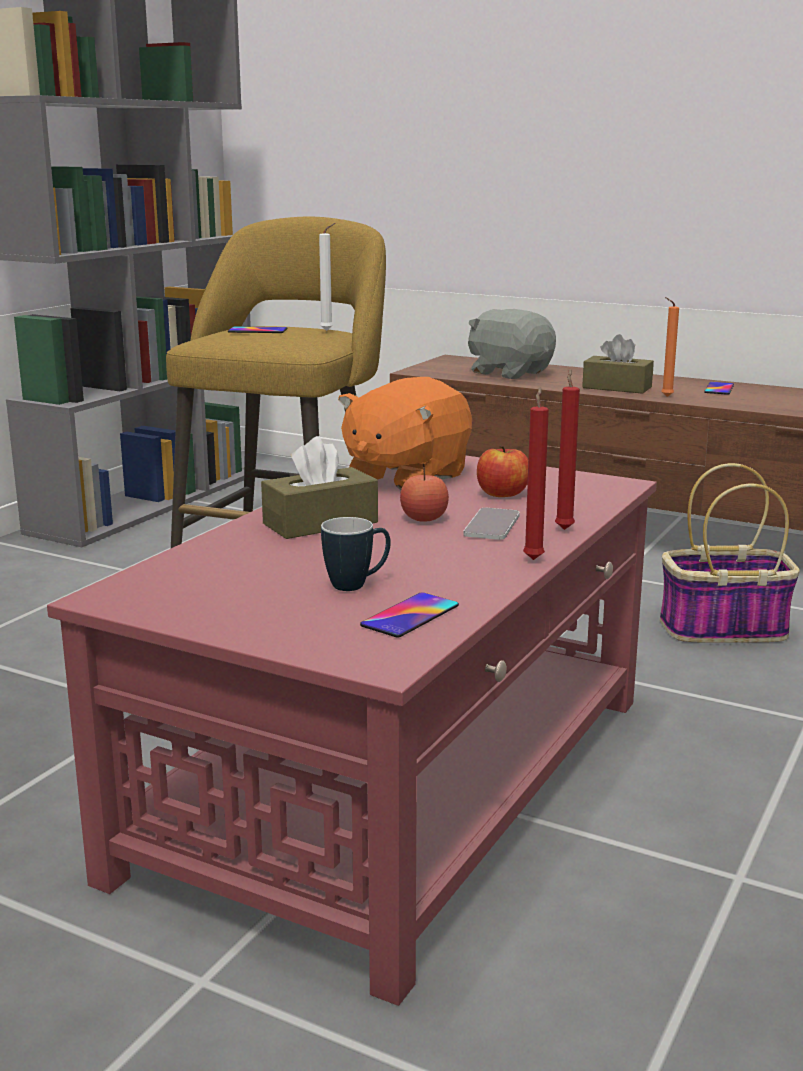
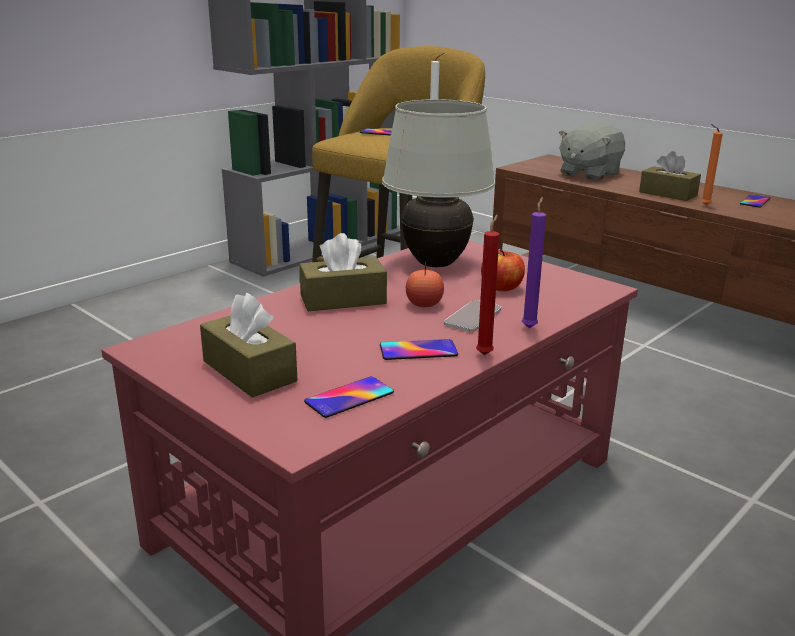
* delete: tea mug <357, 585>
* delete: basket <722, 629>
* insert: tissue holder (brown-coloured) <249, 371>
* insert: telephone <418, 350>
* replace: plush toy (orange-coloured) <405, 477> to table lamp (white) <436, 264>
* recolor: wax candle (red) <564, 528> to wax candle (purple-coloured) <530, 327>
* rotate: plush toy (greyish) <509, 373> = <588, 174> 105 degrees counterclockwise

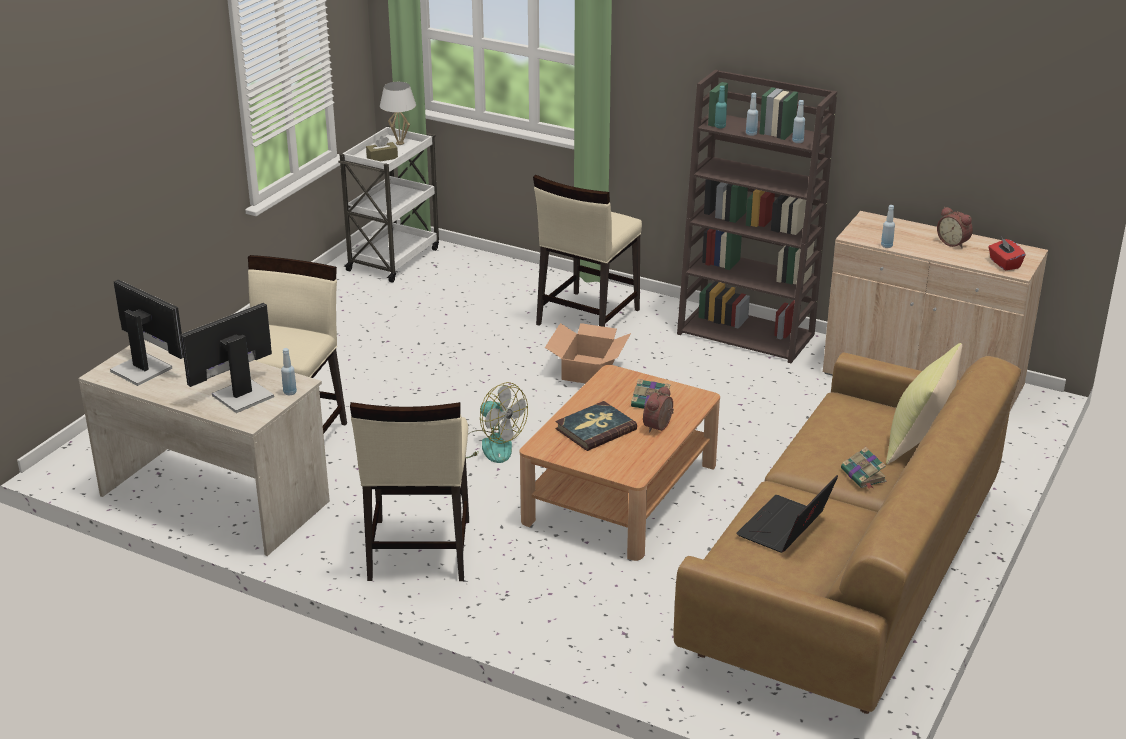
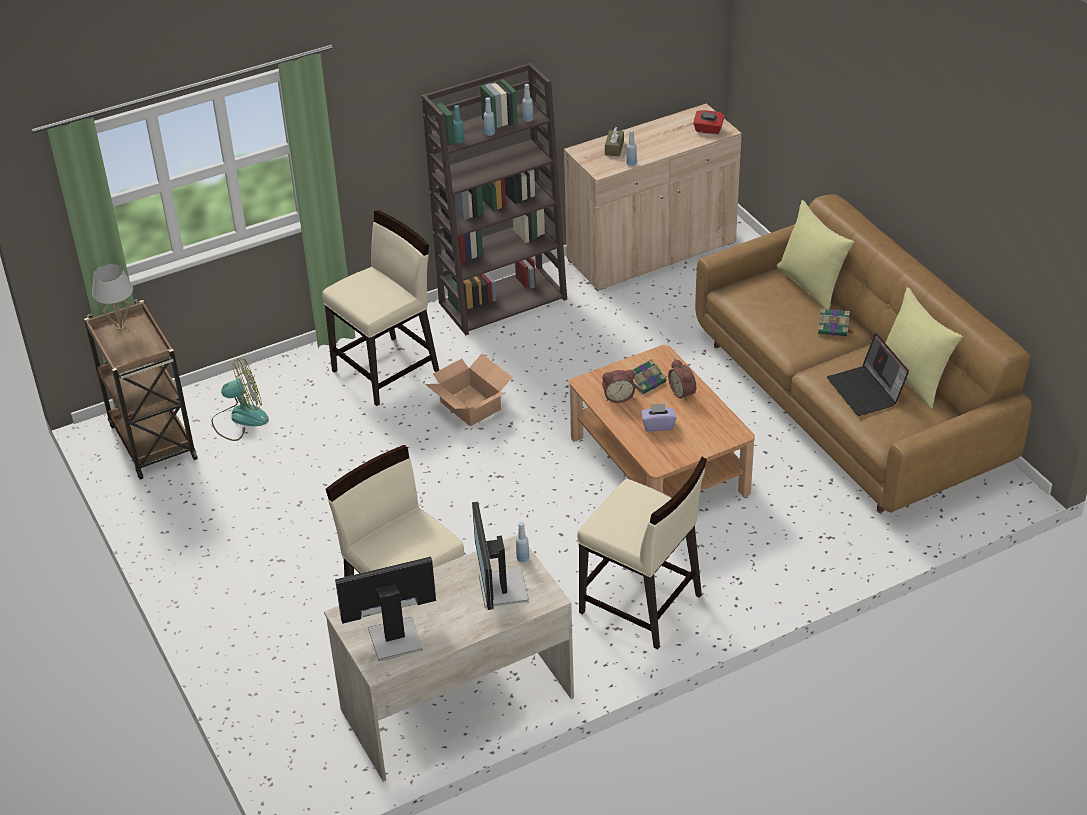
* insert: throw pillow (yellow-coloured) <914, 378>
* move: tissue holder (brown-coloured) <382, 158> to <614, 148>
* move: electric fan <489, 446> to <240, 419>
* move: alarm clock <953, 243> to <618, 397>
* replace: volume <595, 429> to tissue holder (purple-coloured) <658, 425>
* recolor: wheeled cart (white) <394, 258> to wheeled cart (brown-coloured) <152, 440>
* rotate: upright chair (sand-coloured) <586, 317> = <387, 370> 105 degrees counterclockwise

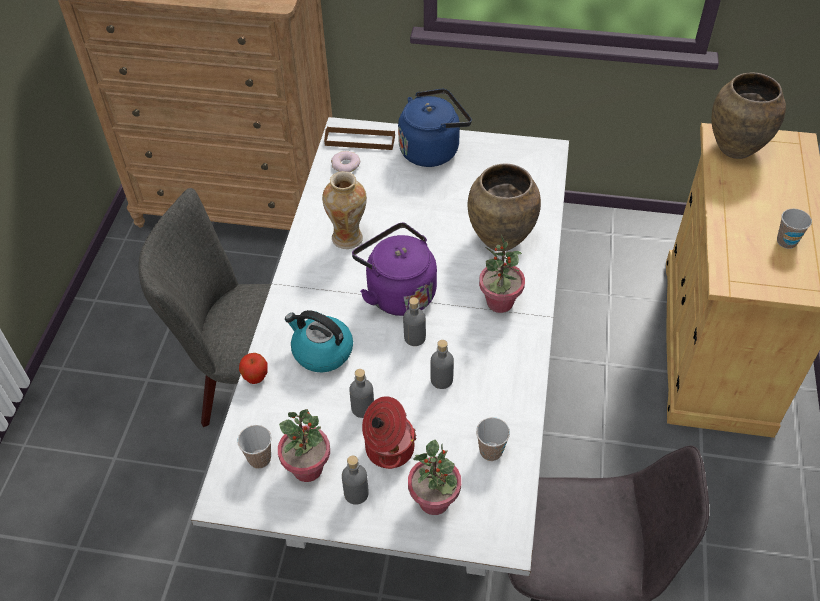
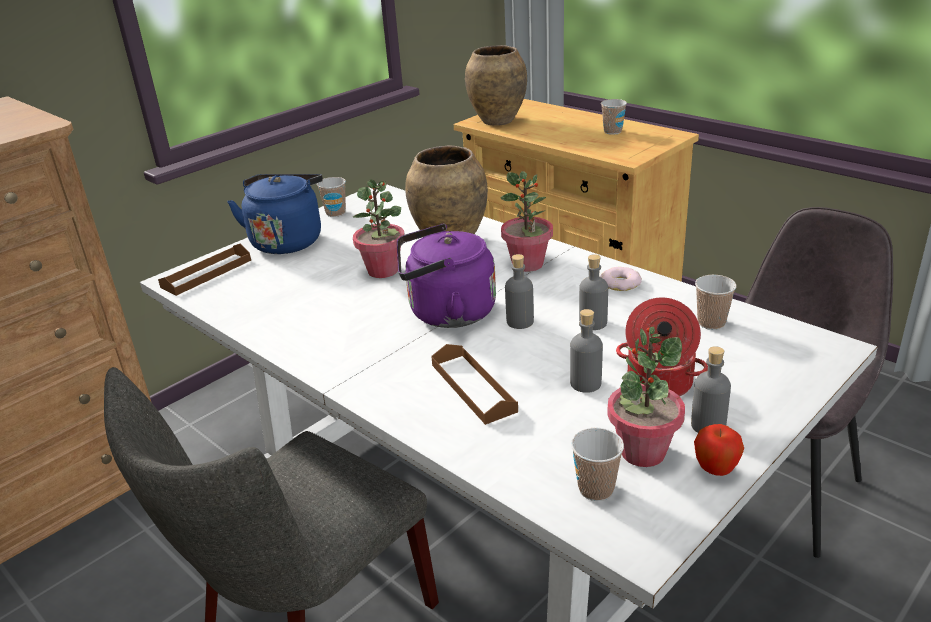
* delete: vase <348, 238>
* insert: small cup <335, 213>
* move: apple fruit <256, 378> to <715, 470>
* move: doughnut <346, 164> to <620, 283>
* move: houseplant <434, 501> to <383, 270>
* replace: tea kettle <321, 352> to tray (brown-coloured) <473, 387>

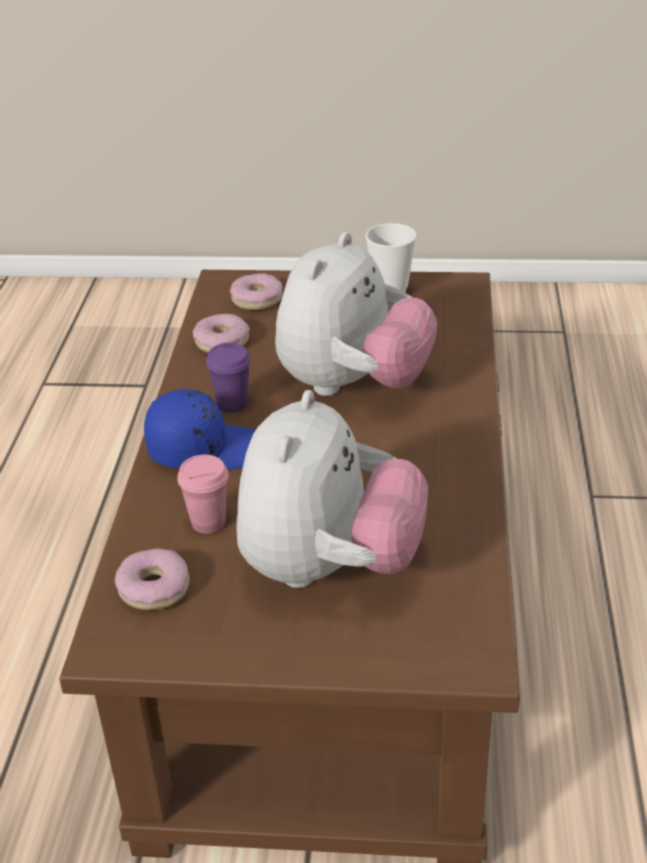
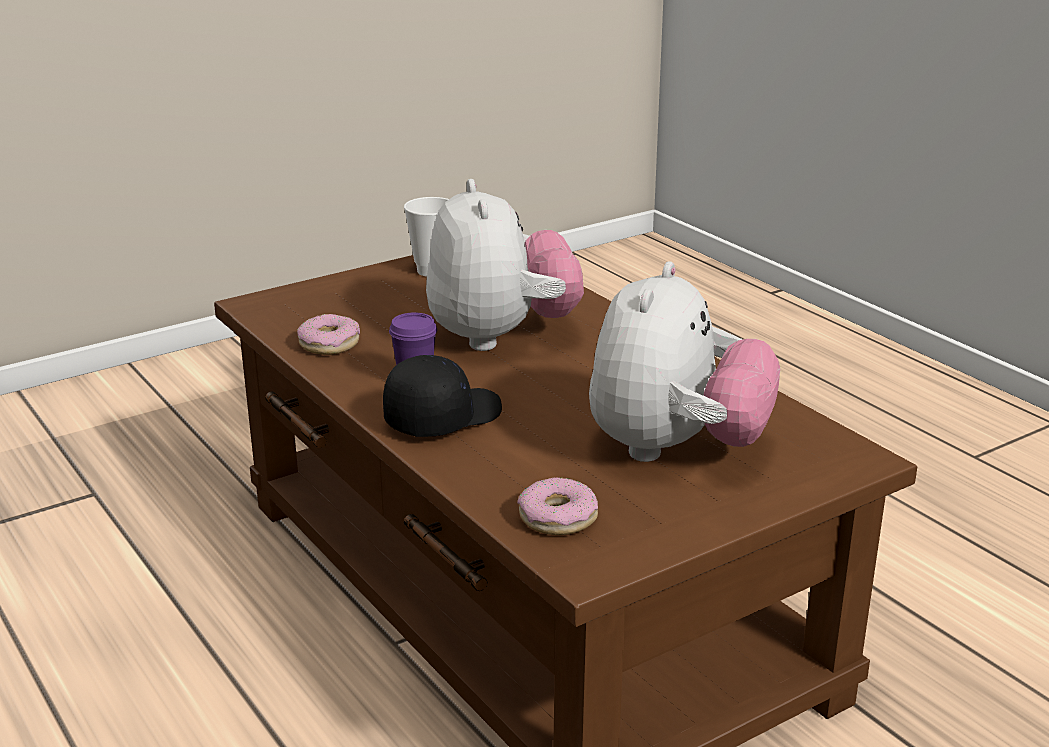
* delete: small cup (pink-coloured) <208, 522>
* delete: doughnut <256, 299>
* recolor: peaked cap (blue-coloured) <204, 448> to peaked cap (blackish) <442, 417>
* rotate: plush toy <329, 568> = <675, 449> 45 degrees clockwise

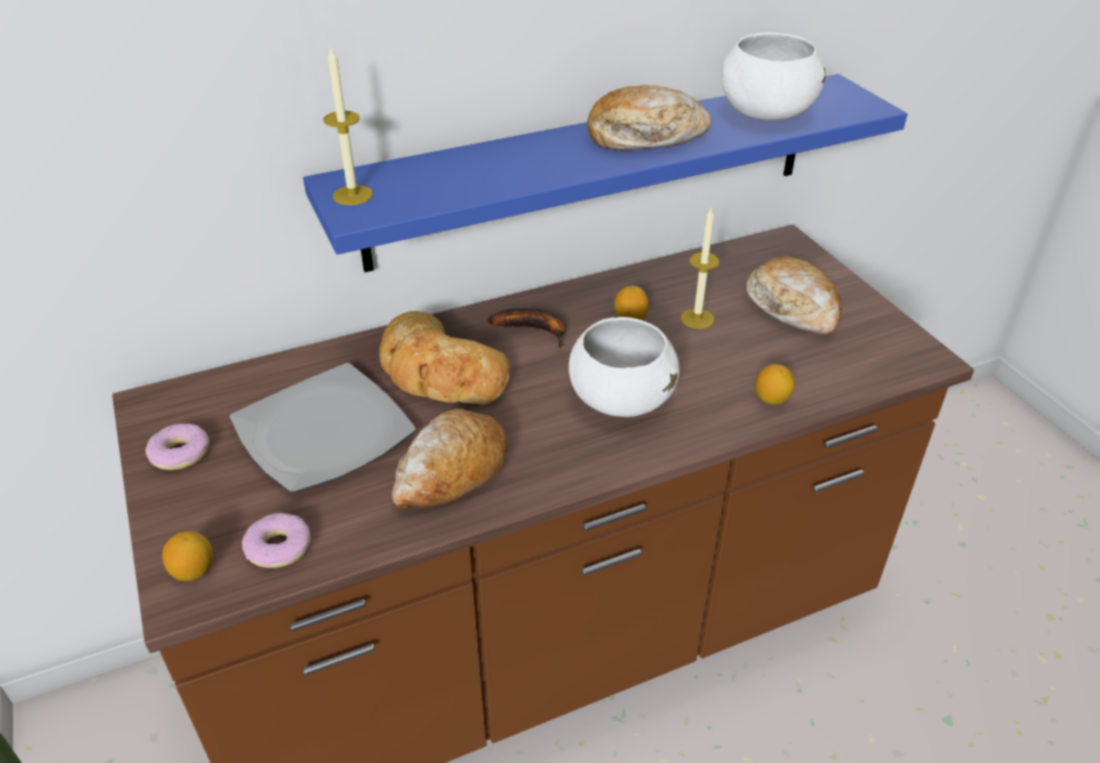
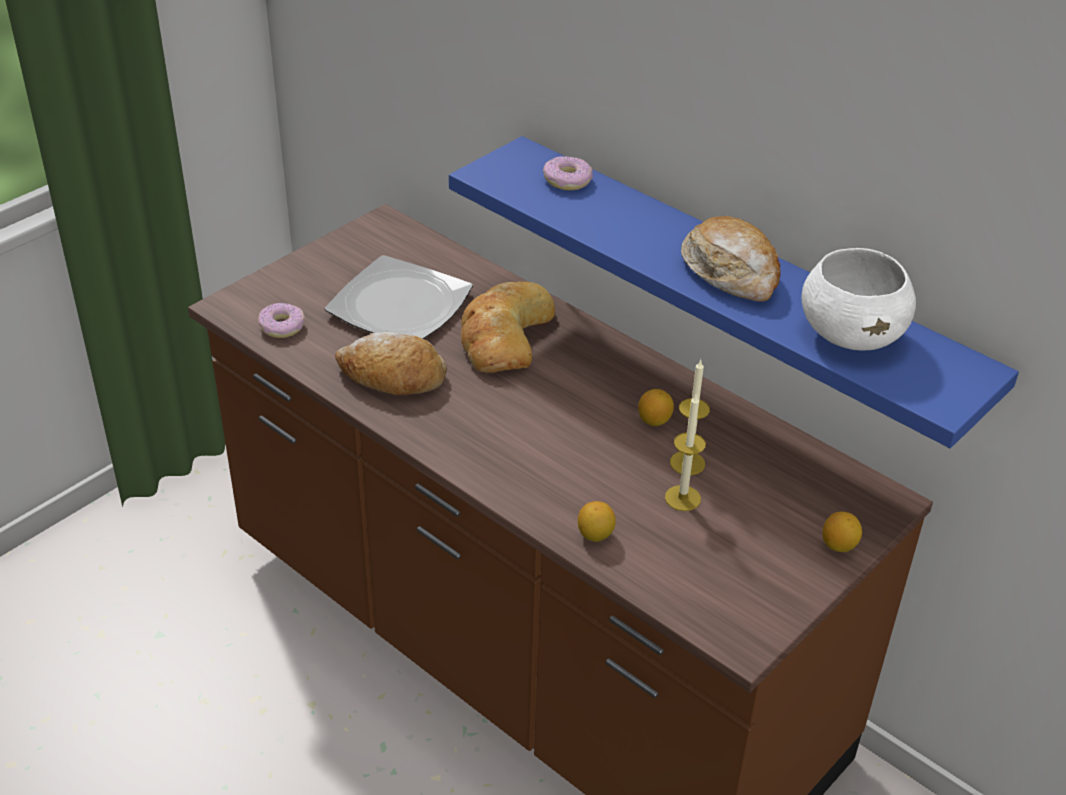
* delete: banana fruit <535, 329>
* delete: deep dish (white) <621, 400>
* delete: bread <793, 308>
* move: doughnut <180, 453> to <567, 180>
* move: lemon <193, 571> to <839, 545>
* move: wax candle <353, 195> to <682, 498>

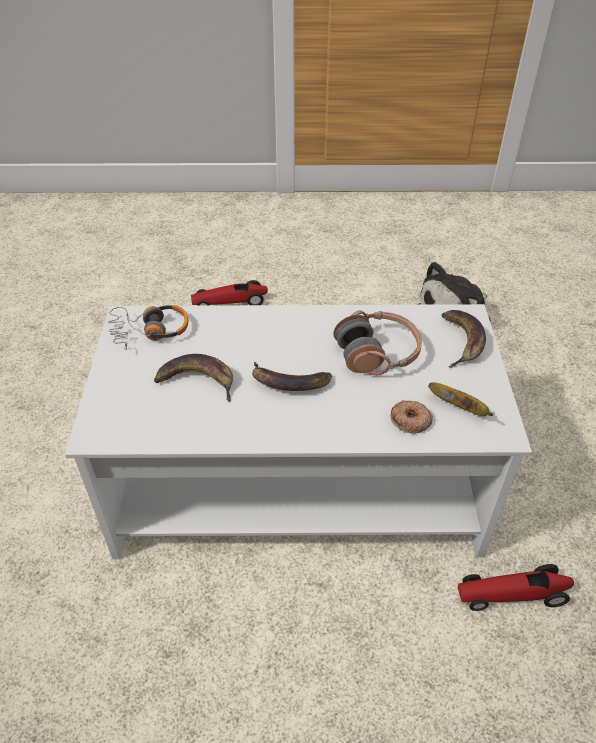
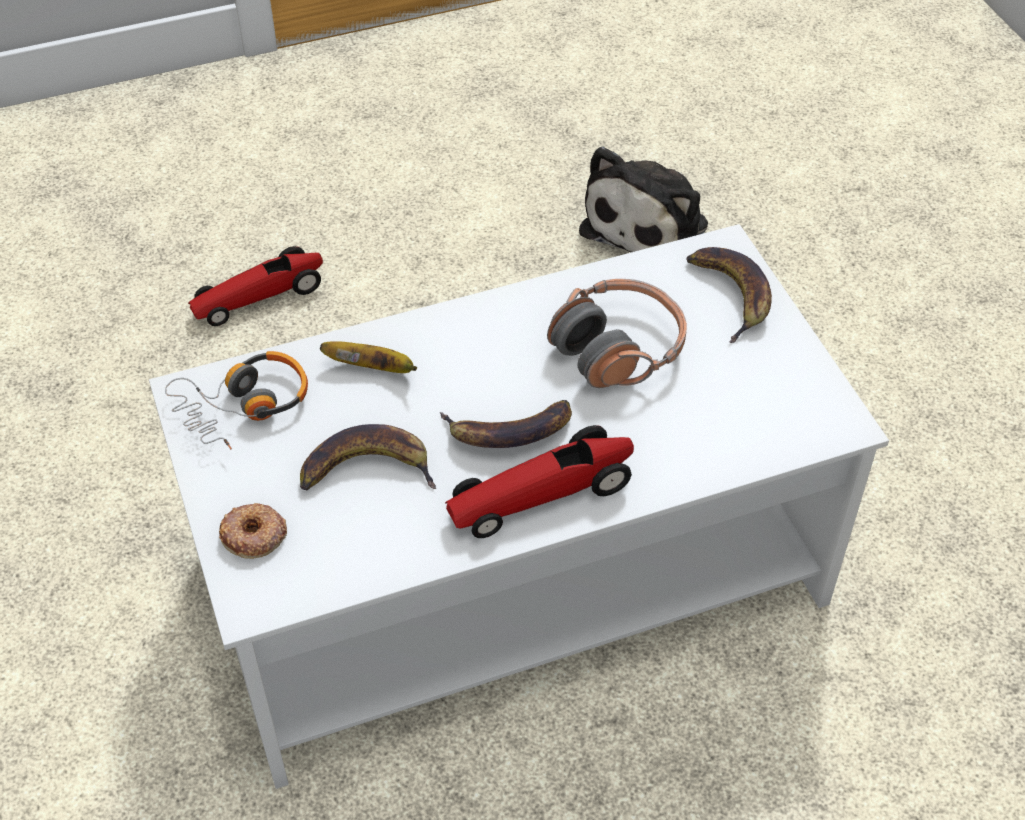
* move: doughnut <410, 420> to <253, 535>
* move: banana fruit <459, 408> to <373, 368>
* move: miniature car <512, 594> to <542, 494>

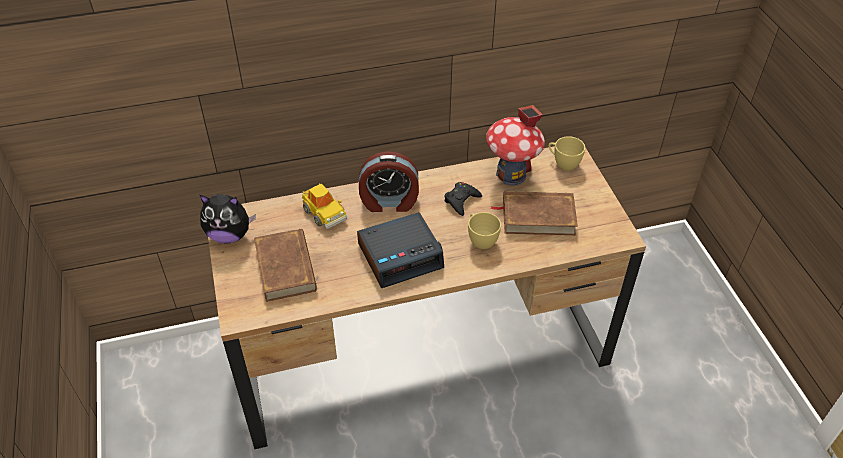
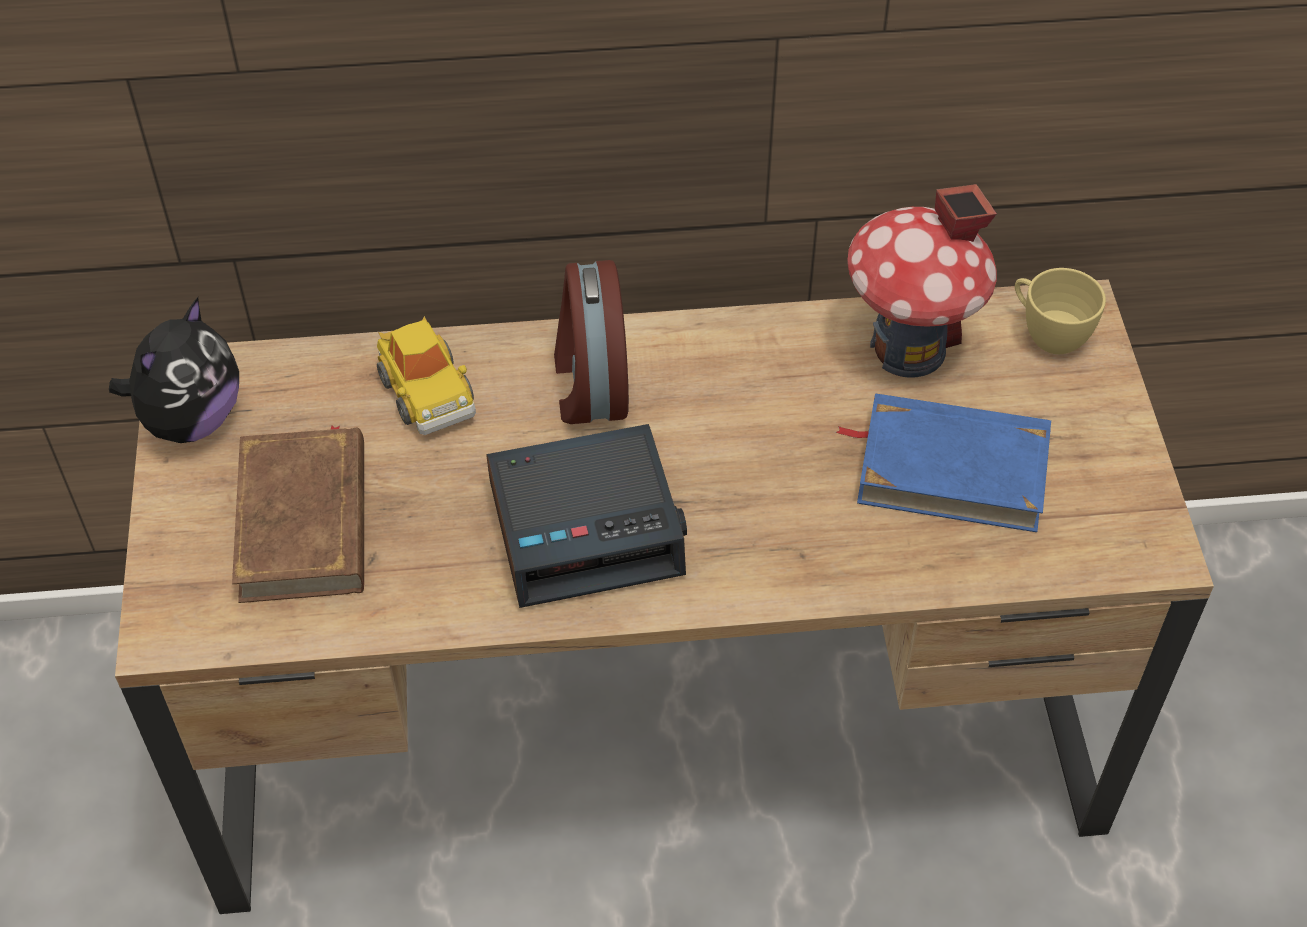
* delete: game controller (blackish) <461, 201>
* delete: small cup (yellow-coloured) <480, 239>
* recolor: volume (brown-coloured) <538, 216> to volume (blue-coloured) <951, 469>
* rotate: plush toy <229, 235> = <191, 419> 75 degrees counterclockwise
* rotate: alarm clock <389, 202> = <589, 383> 75 degrees clockwise

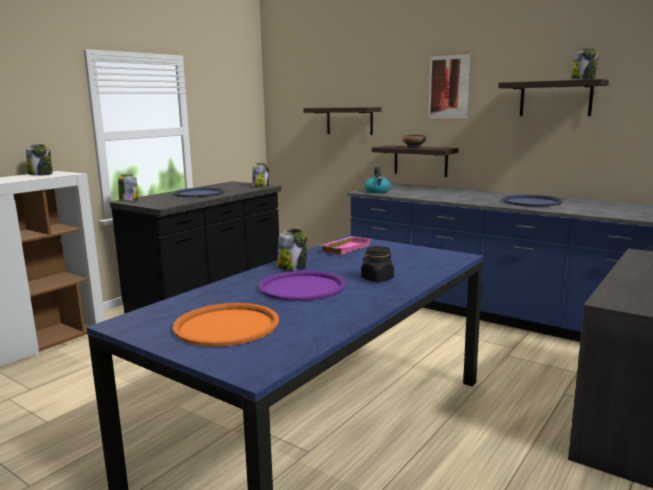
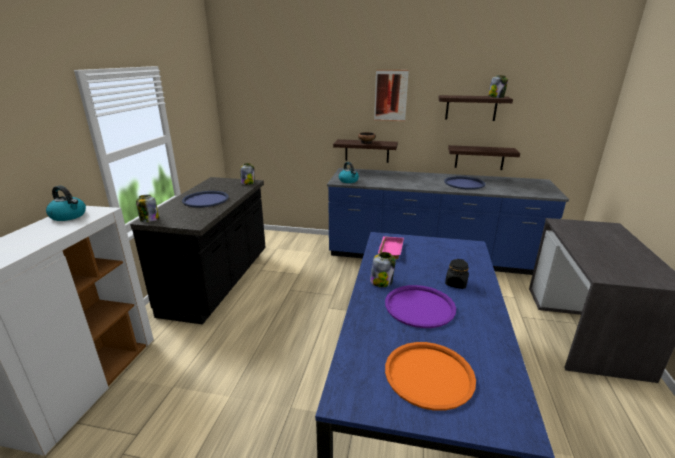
* move: bracket shelf <349, 121> to <479, 157>
* replace: jar <41, 174> to tea kettle <69, 216>

